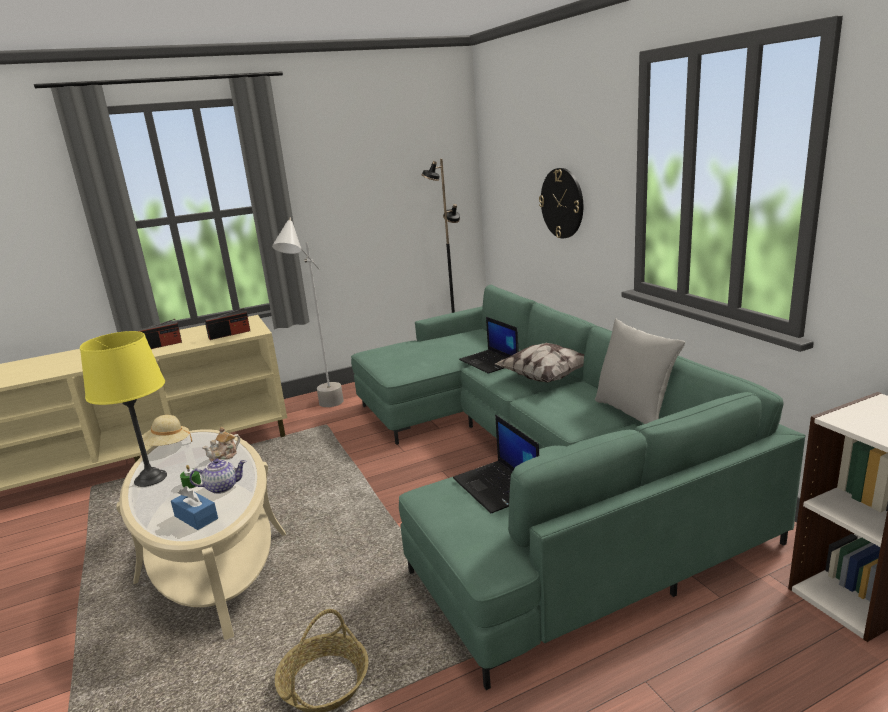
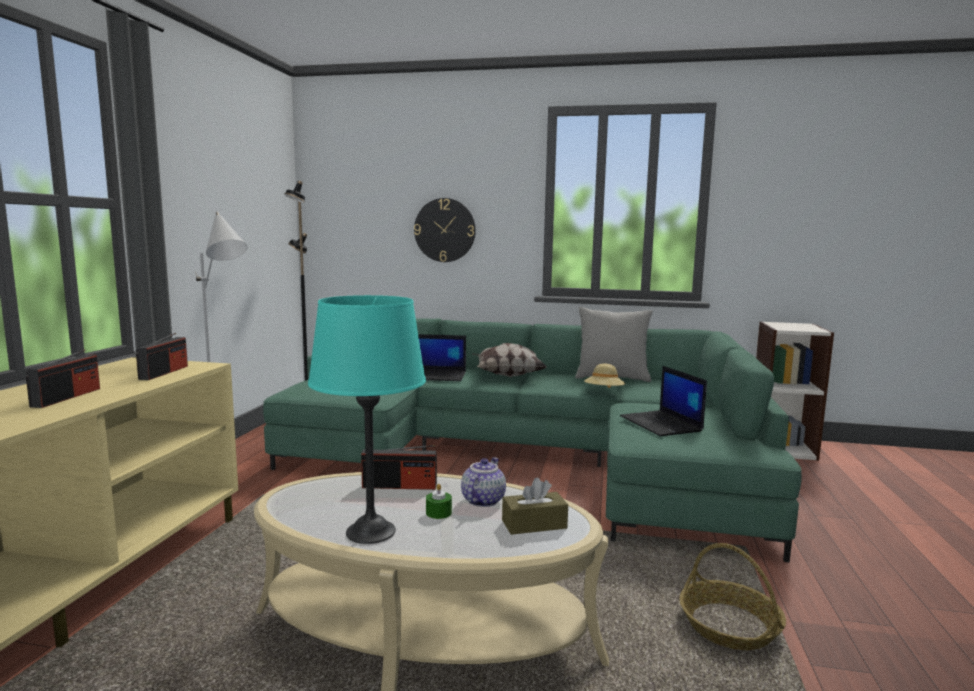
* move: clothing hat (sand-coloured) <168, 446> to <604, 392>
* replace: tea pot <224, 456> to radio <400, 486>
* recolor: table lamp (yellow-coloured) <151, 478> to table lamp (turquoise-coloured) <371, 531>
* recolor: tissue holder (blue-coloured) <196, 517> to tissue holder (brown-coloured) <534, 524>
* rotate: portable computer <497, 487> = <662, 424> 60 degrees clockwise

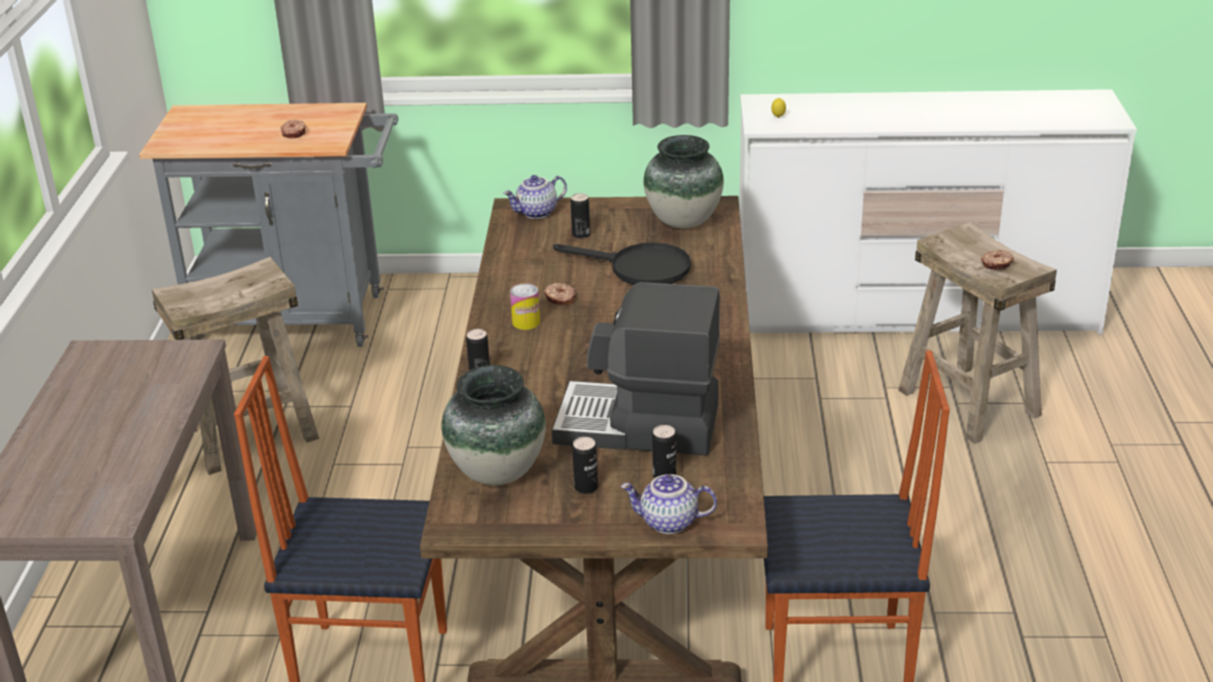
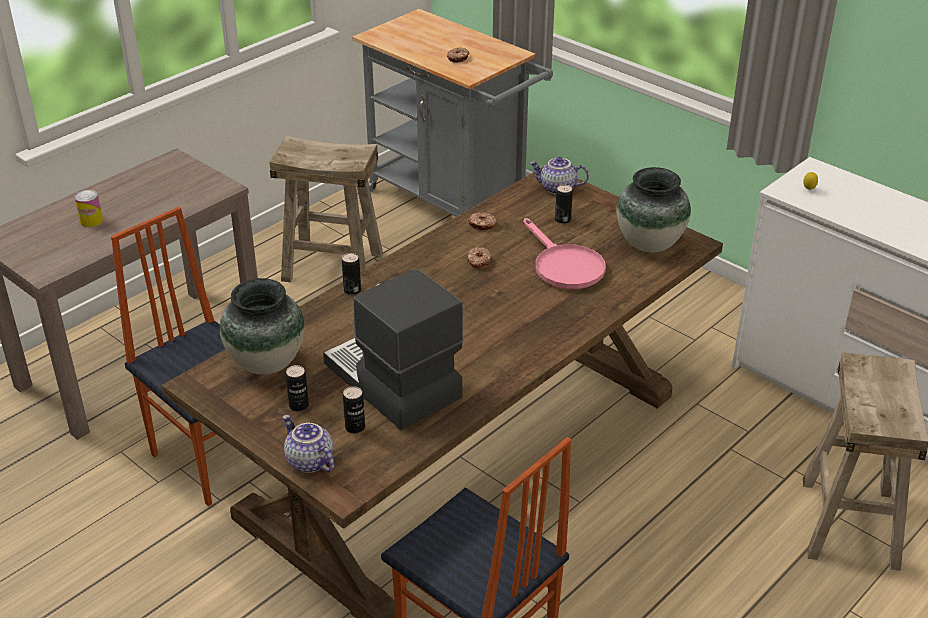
* move: metal can <526, 322> to <91, 221>
* move: doughnut <997, 264> to <482, 225>
* recolor: pan (blackish) <639, 268> to pan (pink-coloured) <563, 266>

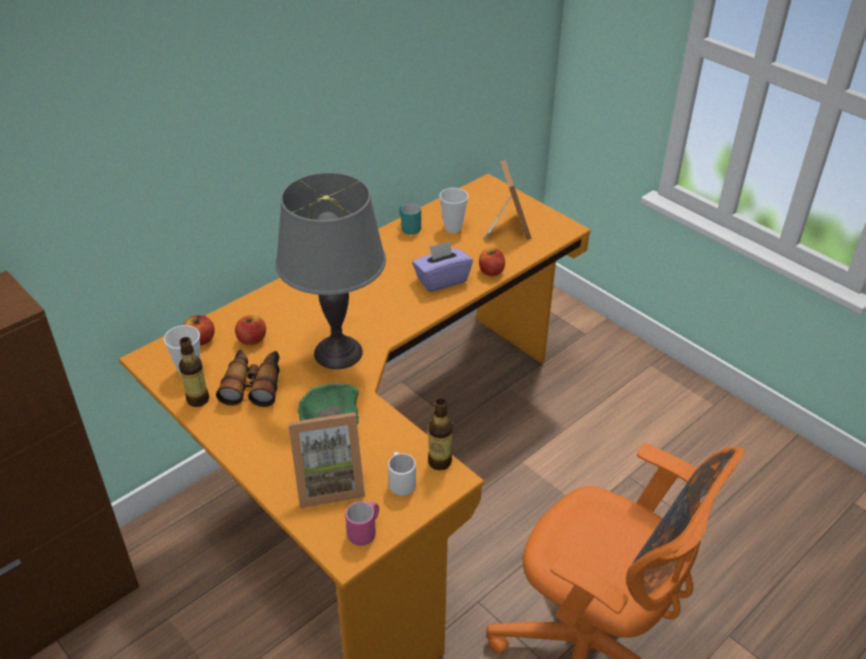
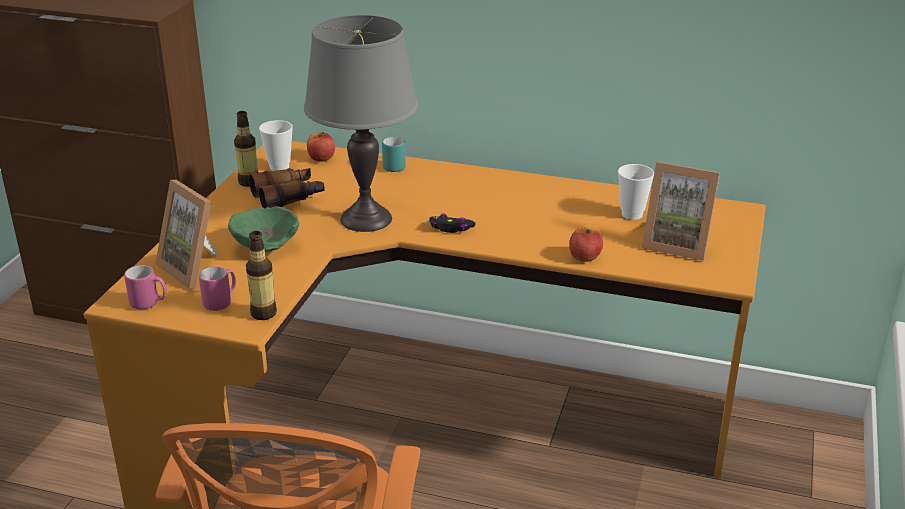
* delete: apple fruit <252, 340>
* delete: tissue holder (purple-coloured) <441, 280>
* insert: game controller (blackish) <451, 228>
* move: tea mug (turquoise-coloured) <408, 228> to <396, 166>
* recolor: tea mug (white) <400, 482> to tea mug (pink-coloured) <221, 302>
* rotate: photo frame <507, 227> = <677, 244> 60 degrees clockwise

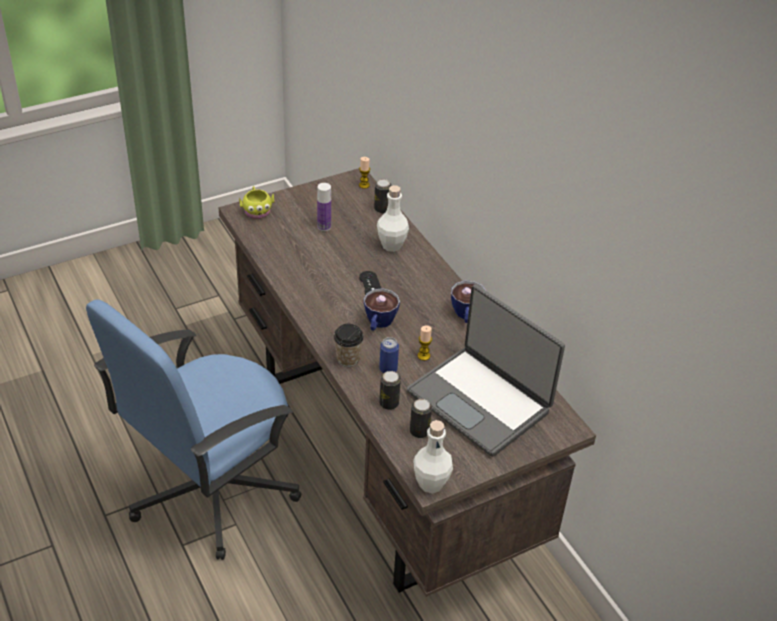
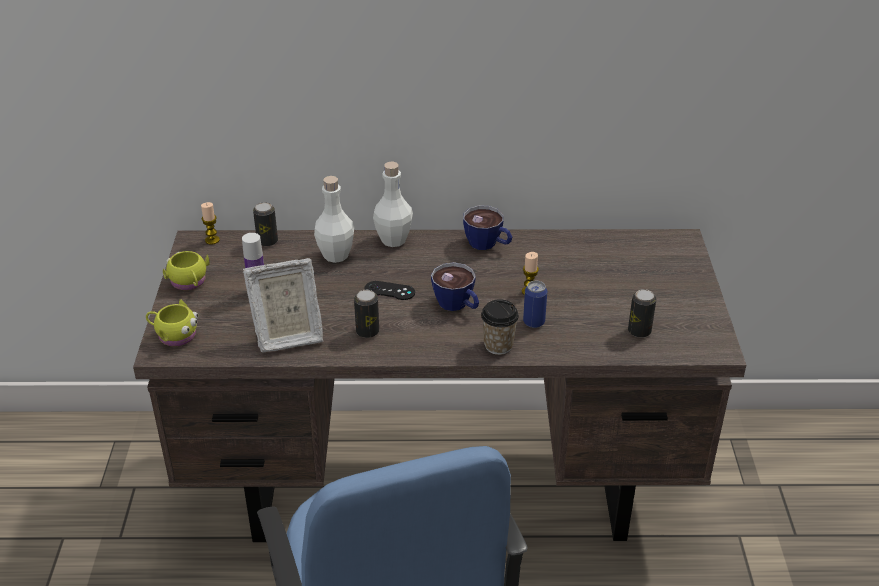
* delete: portable computer <480, 400>
* insert: tea mug (yellow-coloured) <189, 283>
* insert: photo frame <287, 336>
* move: metal can <389, 403> to <367, 331>
* move: drink bottle (white) <431, 483> to <393, 240>

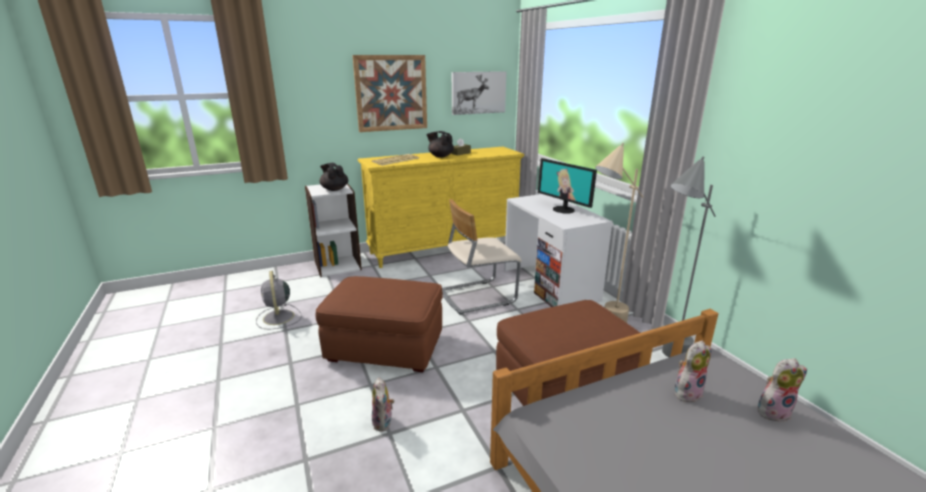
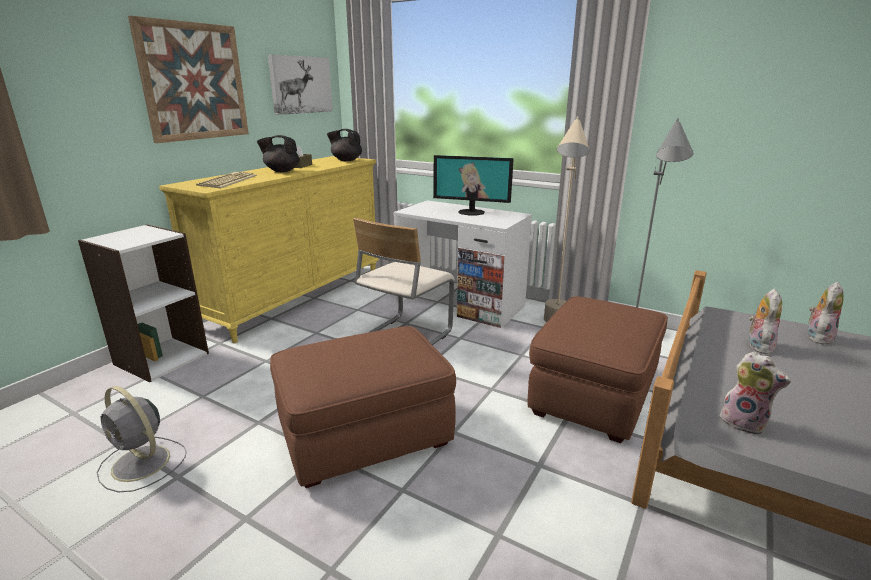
* move: tea pot (blackish) <334, 189> to <346, 160>
* move: plush toy <384, 422> to <744, 423>

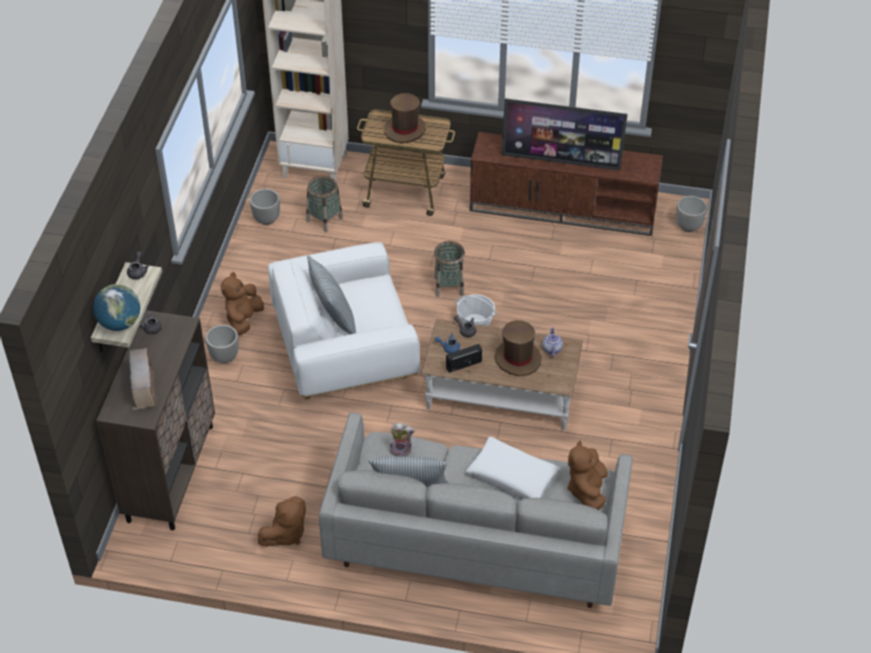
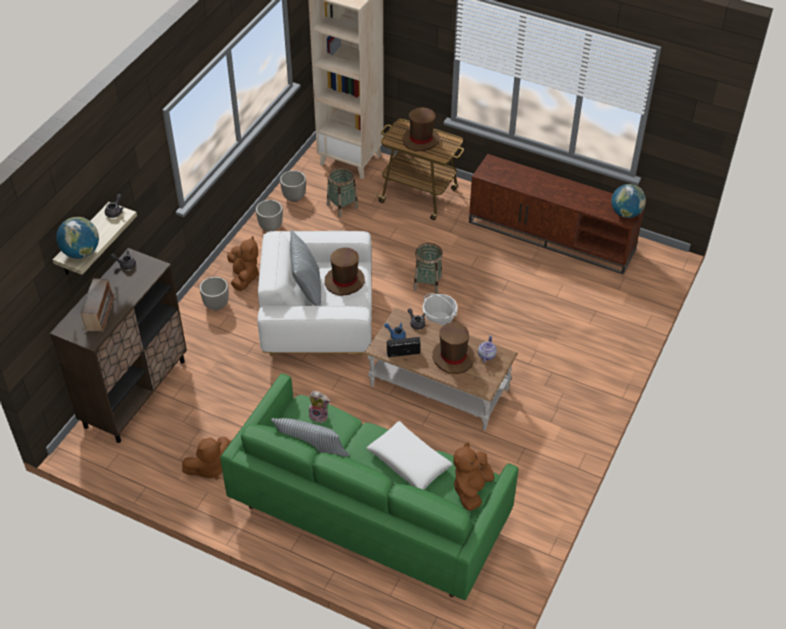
* delete: television <561, 161>
* insert: clothing hat (brown-coloured) <344, 281>
* insert: world globe <625, 213>
* move: plant pot <688, 226> to <271, 227>
* recolor: sofa (greyish) <475, 543> to sofa (greenish) <370, 513>
* rotate: plush toy (brown-coloured) <243, 319> = <244, 276> 135 degrees clockwise

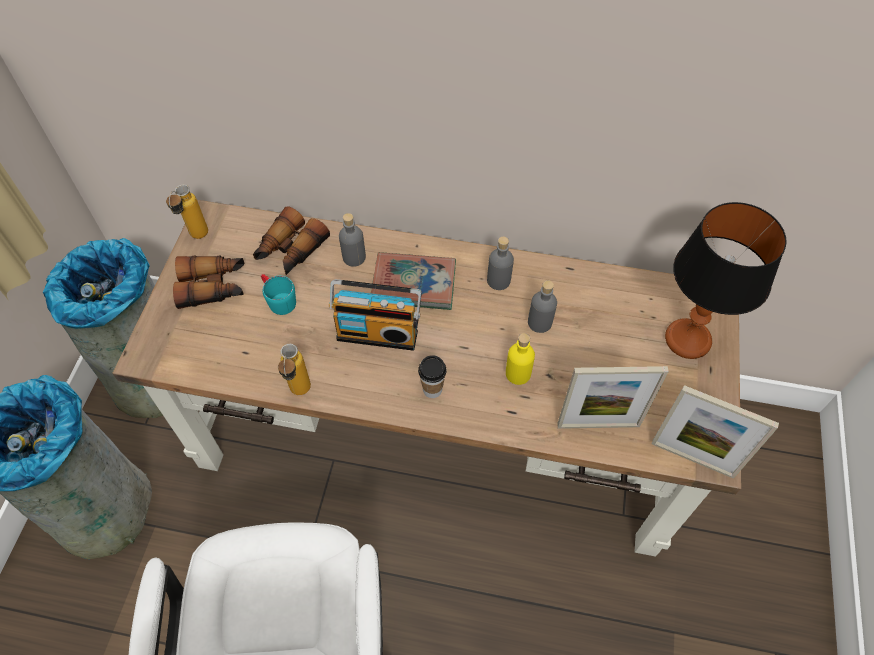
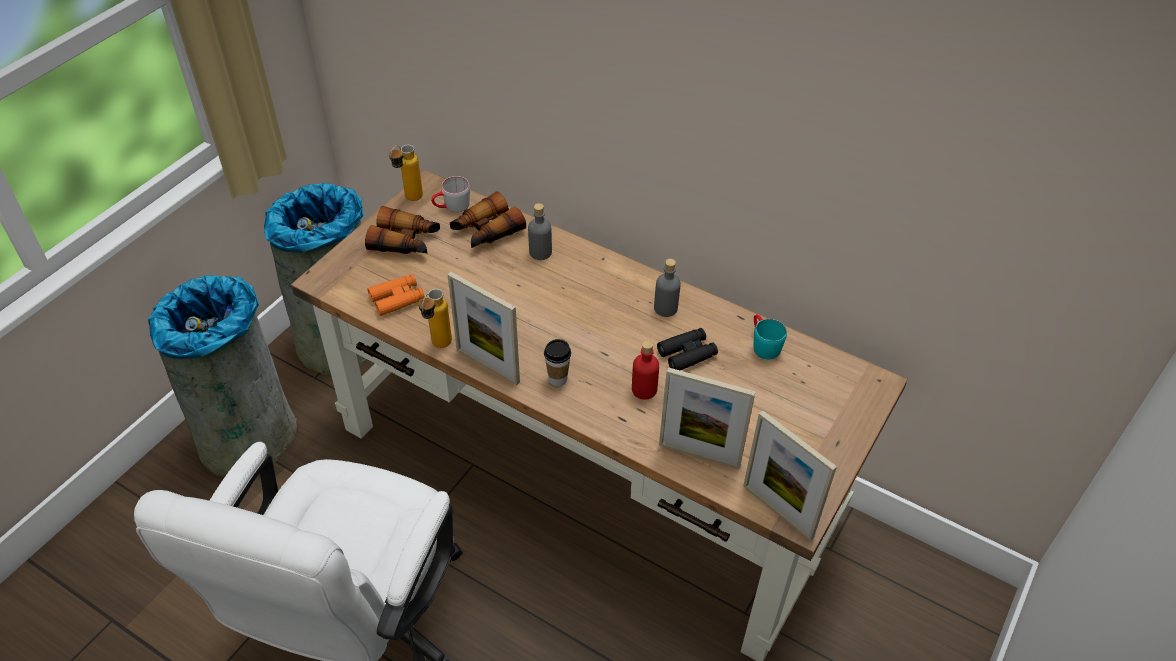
* delete: radio <378, 332>
* delete: volume <414, 284>
* delete: table lamp <688, 340>
* insert: pair of binoculars (orange-coloured) <397, 299>
* insert: tea mug (greyish) <451, 206>
* insert: photo frame <487, 366>
* move: tea mug (turquoise-coloured) <278, 300> to <763, 344>
* replace: drink bottle (greyish) <539, 322> to pair of binoculars (blackish) <687, 354>
* recolor: drink bottle (yellow-coloured) <518, 373> to drink bottle (red) <644, 389>

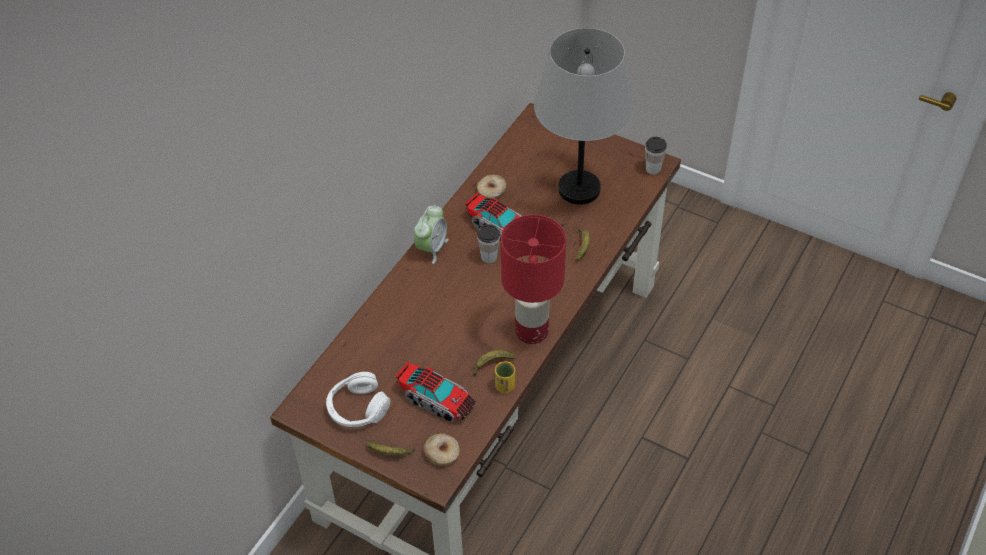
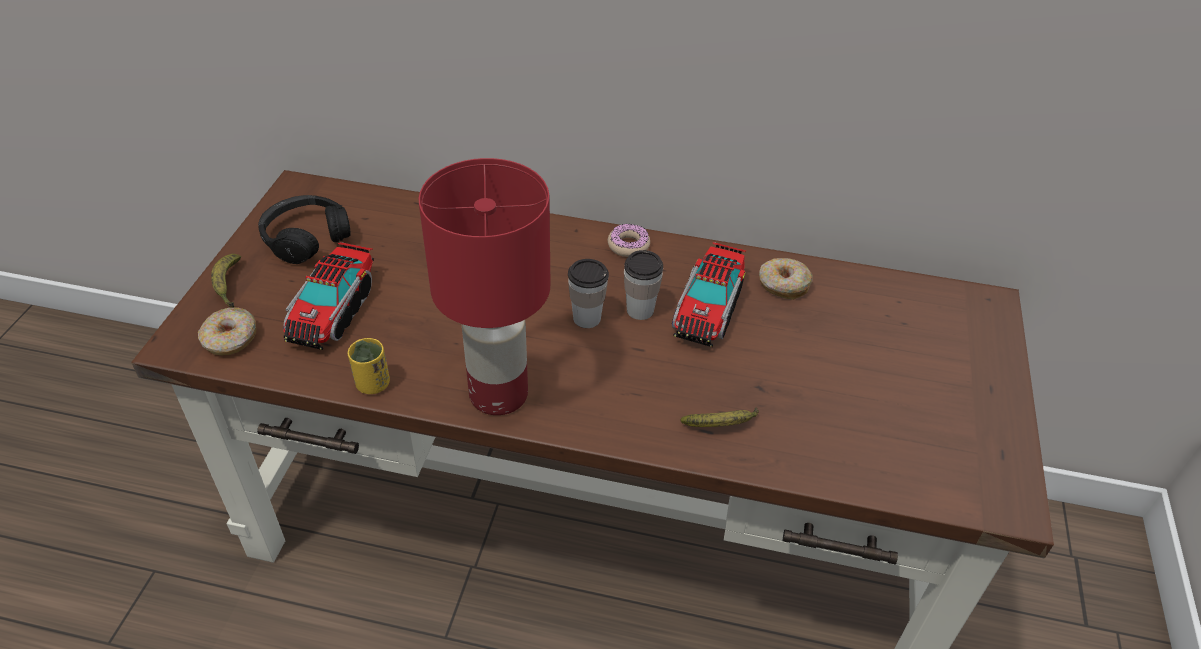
* delete: banana fruit <492, 364>
* delete: table lamp (greyish) <578, 189>
* move: small cup <653, 169> to <587, 318>
* replace: alarm clock <431, 248> to doughnut <628, 245>
* recolor: headset (white) <357, 408> to headset (blackish) <306, 238>

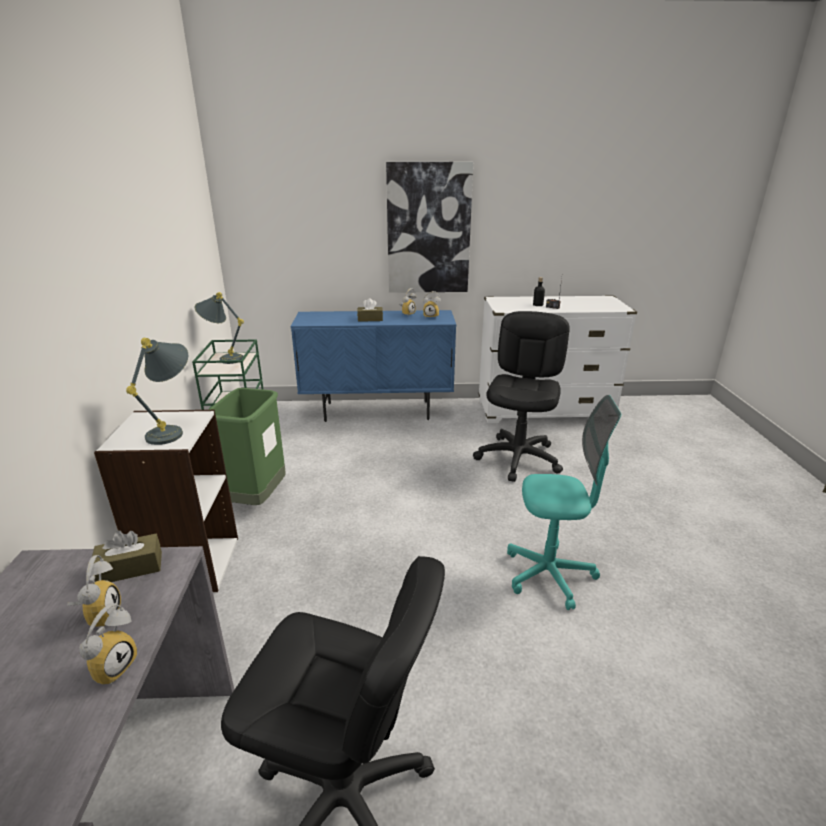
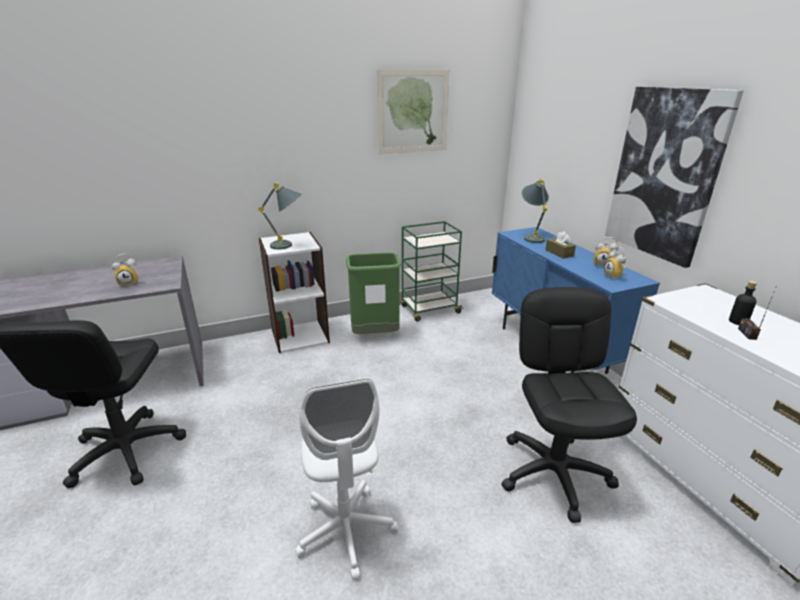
* delete: alarm clock <113, 666>
* delete: tissue holder (brown-coloured) <130, 568>
* insert: picture <413, 112>
* move: table lamp (greyish) <224, 358> to <532, 237>
* recolor: office chair (turquoise-coloured) <549, 575> to office chair (white) <346, 531>
* rotate: office chair (blackish) <518, 458> = <554, 473> 90 degrees counterclockwise

